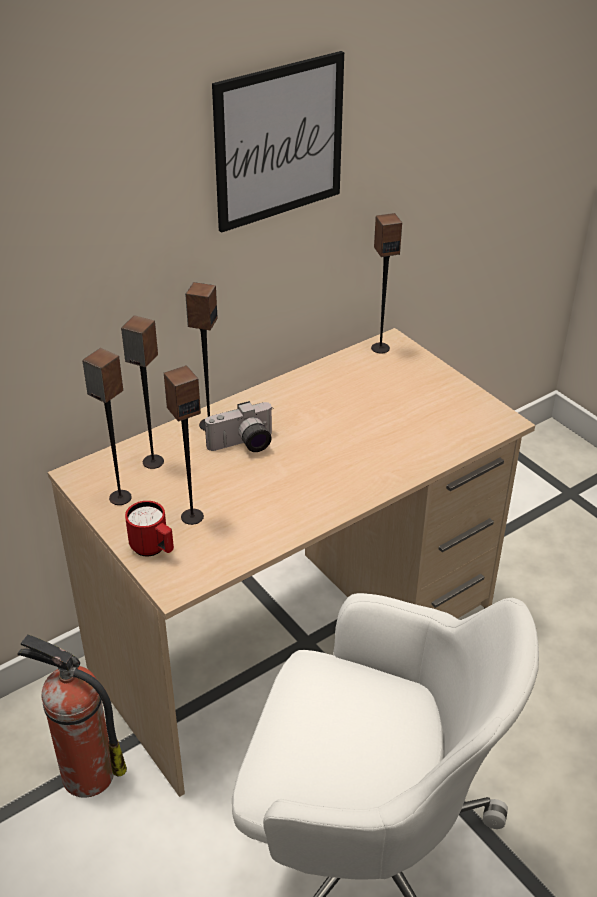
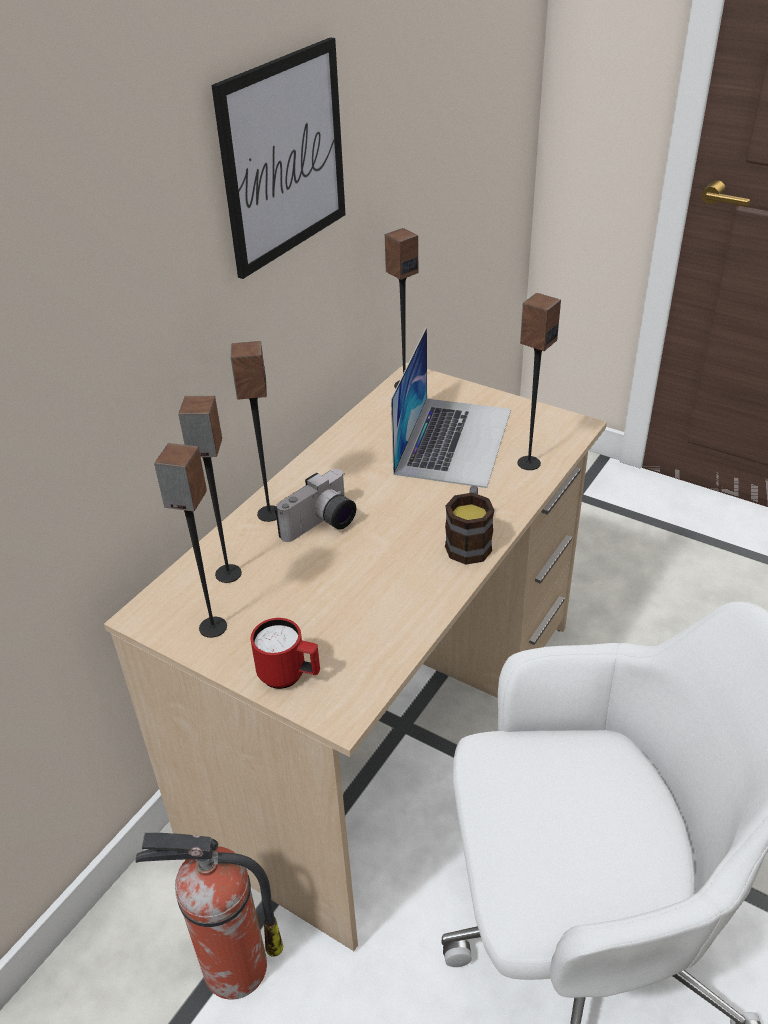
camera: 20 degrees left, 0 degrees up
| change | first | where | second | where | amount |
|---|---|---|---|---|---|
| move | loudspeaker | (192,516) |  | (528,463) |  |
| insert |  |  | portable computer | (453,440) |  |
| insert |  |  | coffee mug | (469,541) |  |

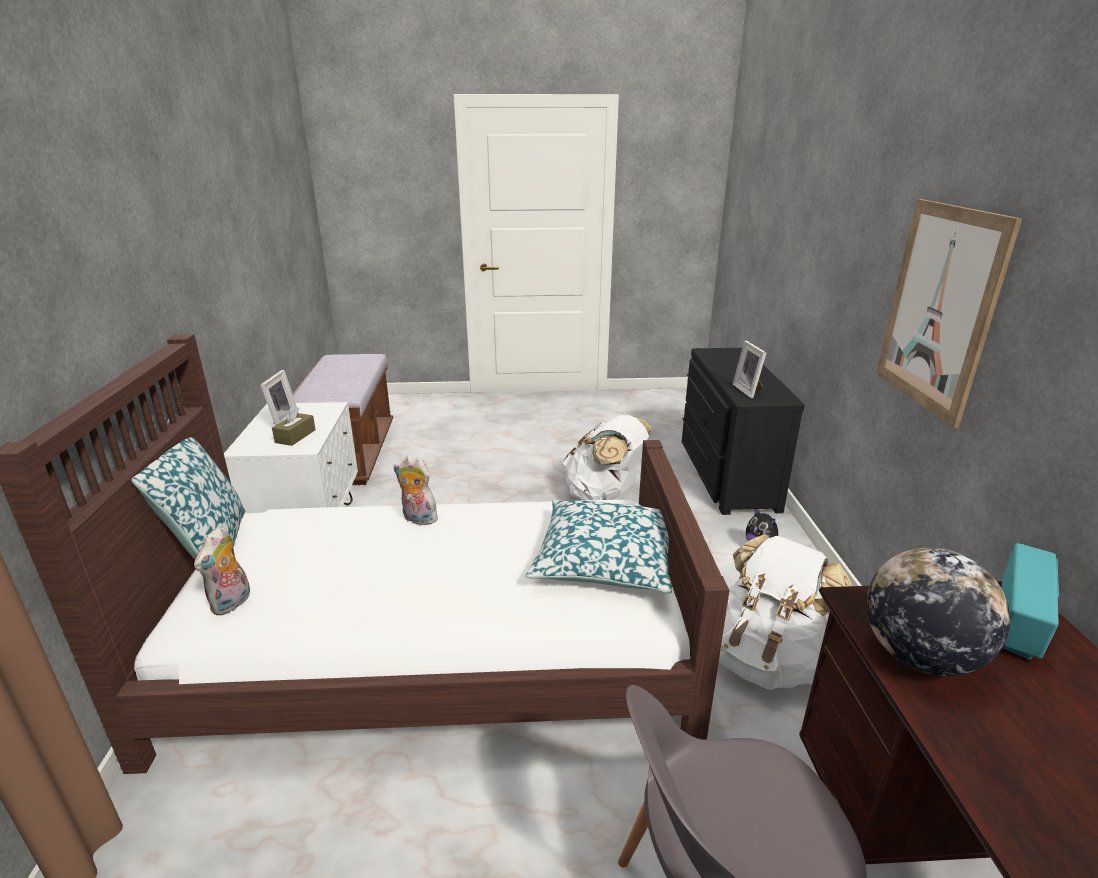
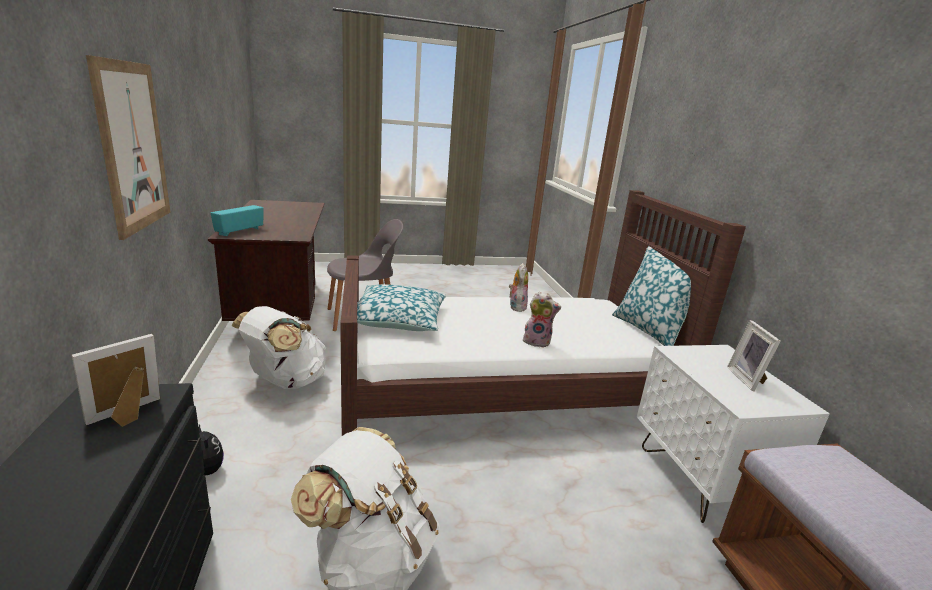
camera: 170 degrees right, 5 degrees down
| change | first | where | second | where | amount |
|---|---|---|---|---|---|
| rotate | photo frame | (749,390) |  | (128,415) | 120 degrees counterclockwise |
| delete | brown box of tissues | (295,436) |  |  |  |
| move | cuddly toy | (232,603) |  | (516,306) |  |
| delete | world globe | (919,657) |  |  |  |

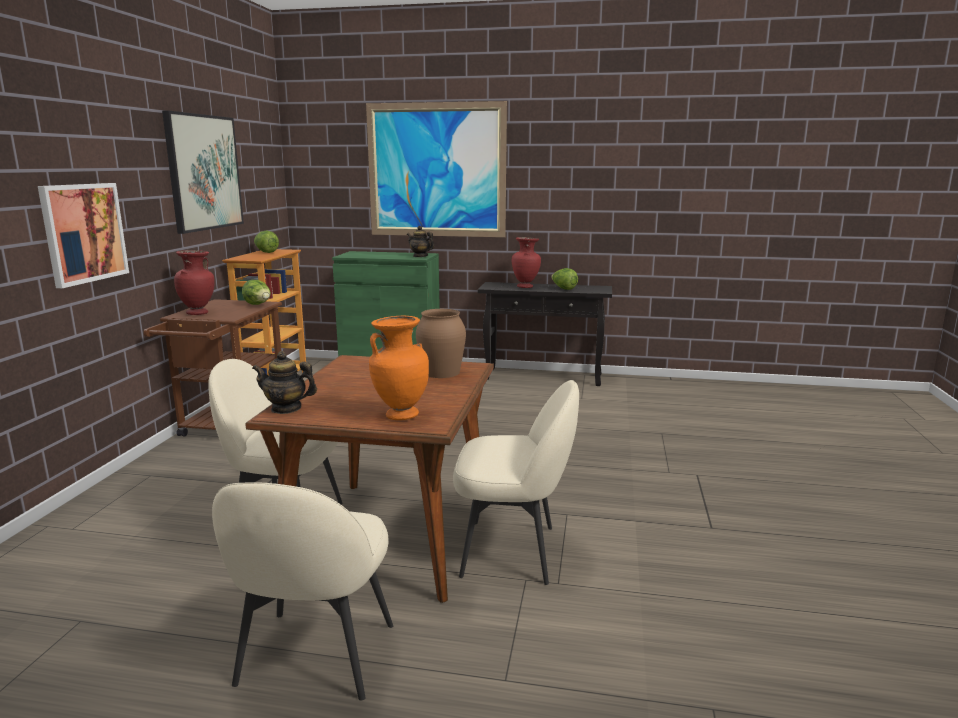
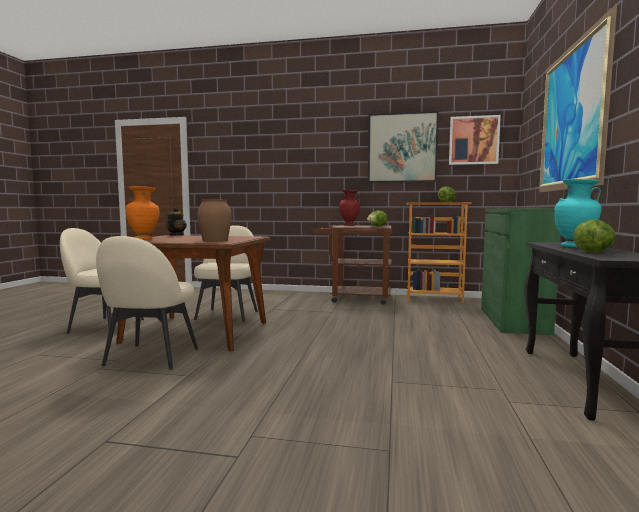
camera: 90 degrees right, 10 degrees down
| change | first | where | second | where | amount |
|---|---|---|---|---|---|
| move | wall picture | (84,233) |  | (473,140) |  |
| delete | teapot | (420,256) |  |  |  |
| recolor | reddish decorative vase | (525,287) | blue-green decorative vase | (574,247) |  |

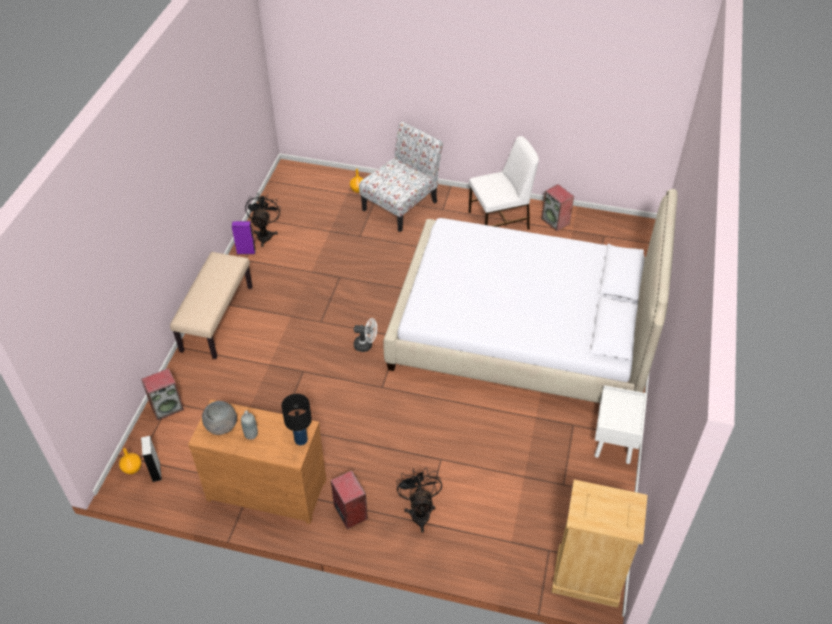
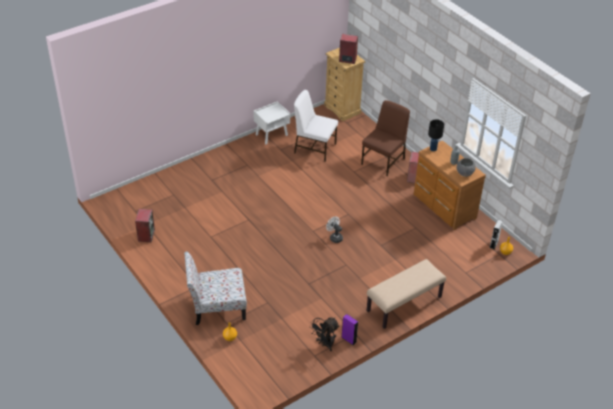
camera: 140 degrees left, 5 degrees down
| change | first | where | second | where | amount |
|---|---|---|---|---|---|
| move | white plain chair | (500,220) |  | (314,148) |  |
| delete | bedroom bed | (523,329) |  |  |  |
| move | loudspeaker | (167,407) |  | (347,59) |  |
| replace | black cooling fan | (420,511) | brown plain chair | (383,161) |  |

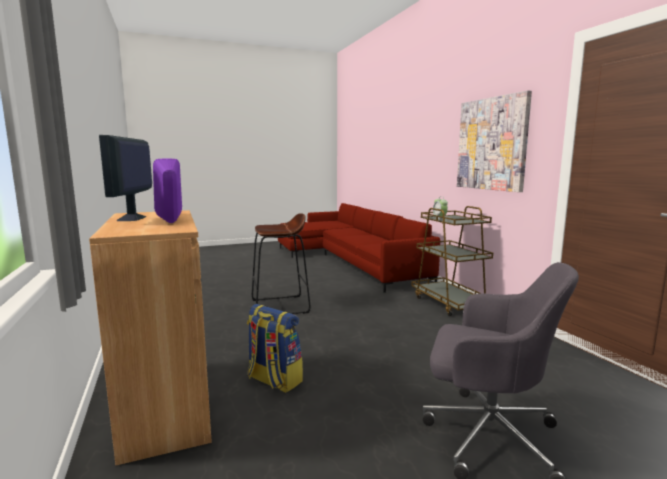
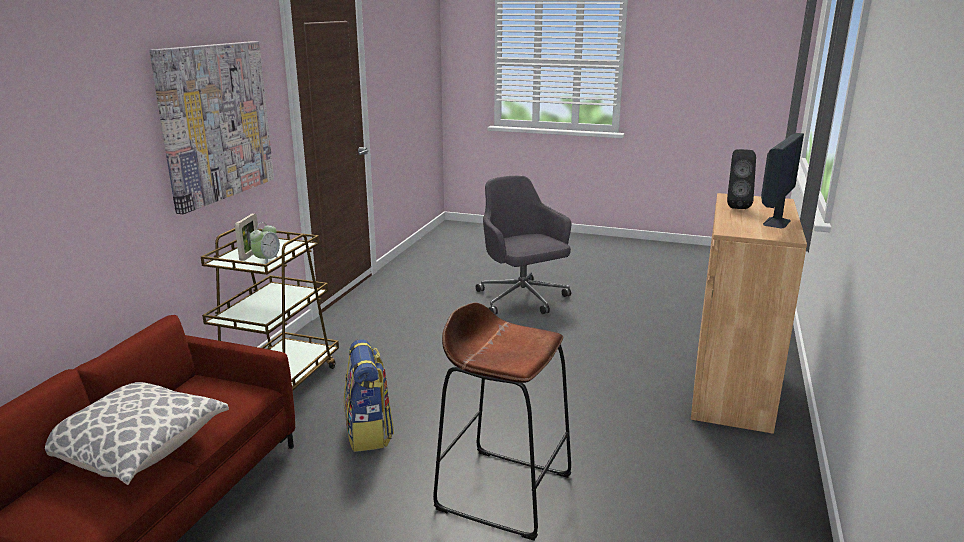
camera: 140 degrees left, 10 degrees up
| change | first | where | second | where | amount |
|---|---|---|---|---|---|
| recolor | purple-coloured loudspeaker | (171,223) | black loudspeaker | (736,206) |  |
| move | rucksack | (273,380) |  | (369,433) |  |
| insert |  |  | photo frame | (250,255) |  |
| insert |  |  | throw pillow | (138,451) |  |

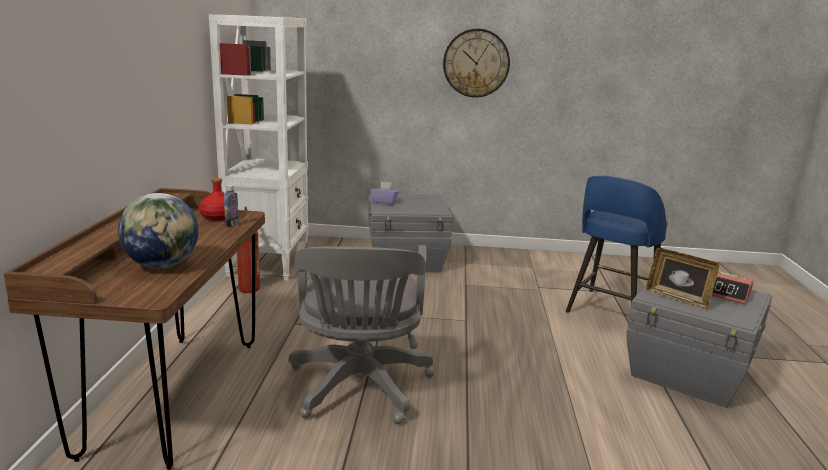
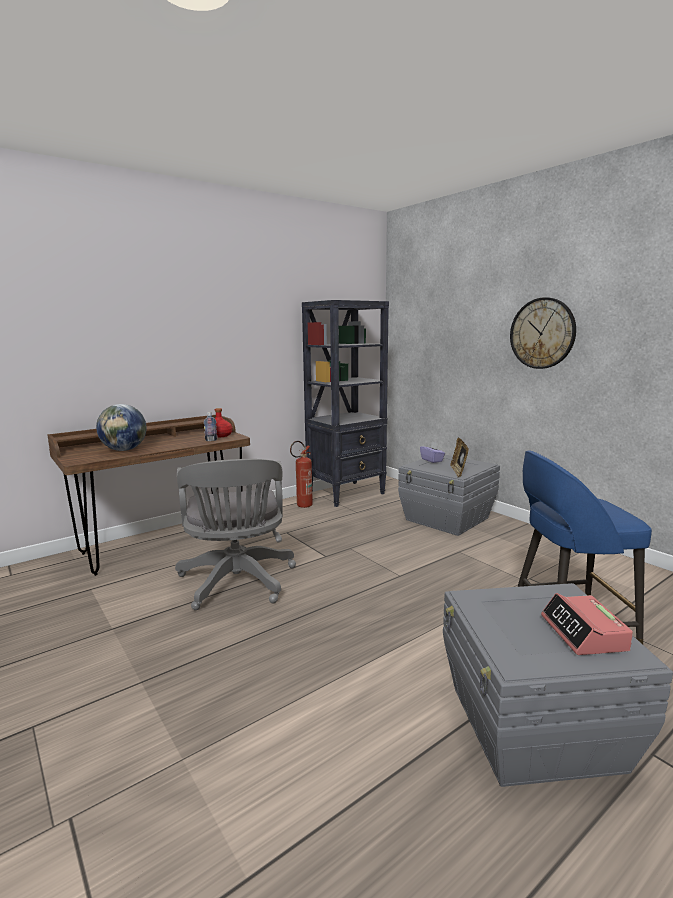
camera: 50 degrees right, 5 degrees down
| change | first | where | second | where | amount |
|---|---|---|---|---|---|
| recolor | white shelving unit | (269,263) | black shelving unit | (347,494) |  |
| rotate | gray office chair | (359,390) |  | (237,584) | 60 degrees counterclockwise |
| move | photo frame | (677,298) |  | (458,472) |  |

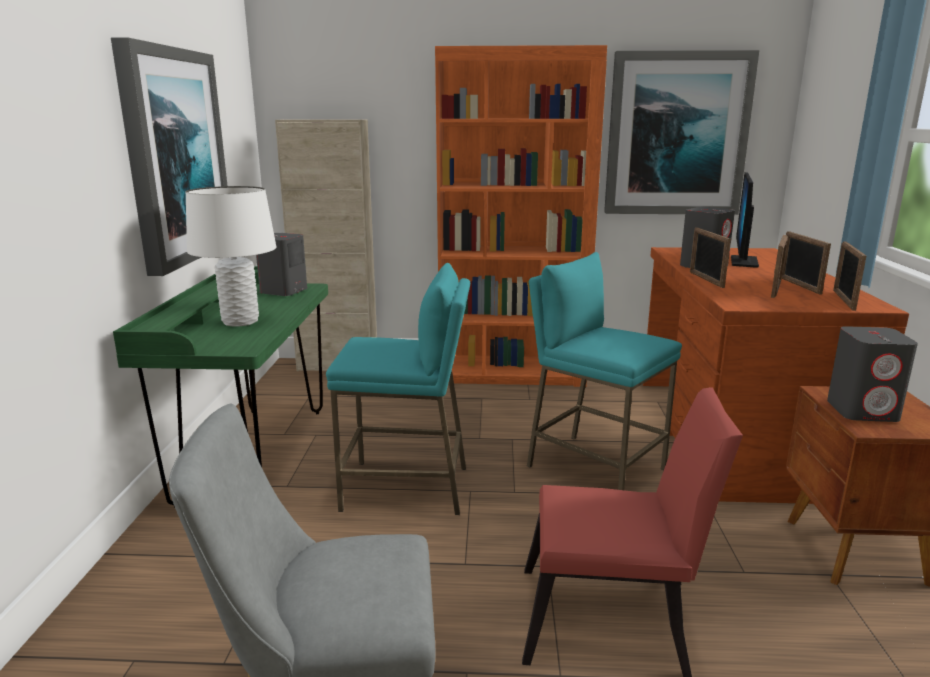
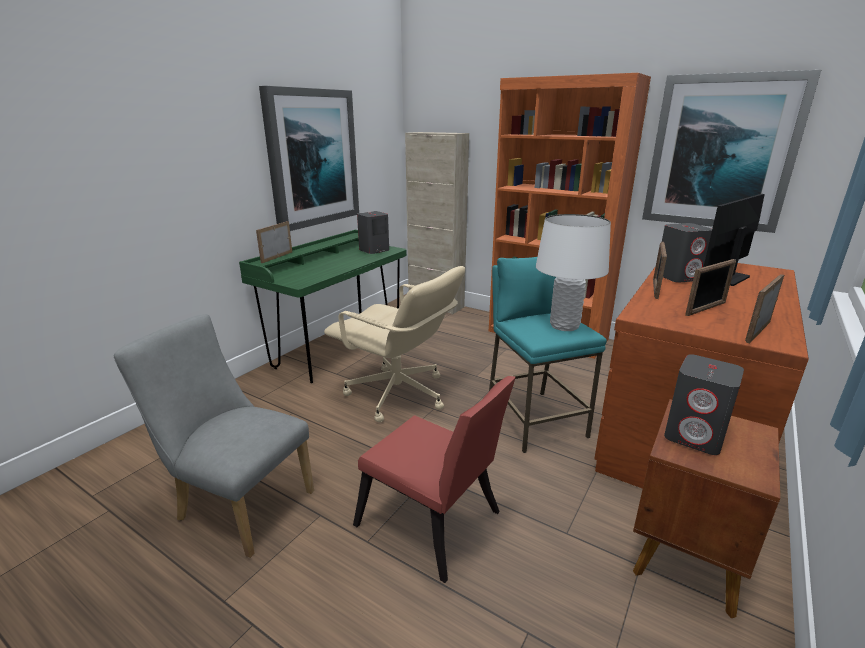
camera: 30 degrees right, 5 degrees up
| change | first | where | second | where | amount |
|---|---|---|---|---|---|
| move | white tabletop lamp | (240,321) |  | (564,326) |  |
| move | photo frame | (799,285) |  | (277,257) |  |
| replace | blue-green stool seat | (406,488) | beige office chair | (398,395) |  |

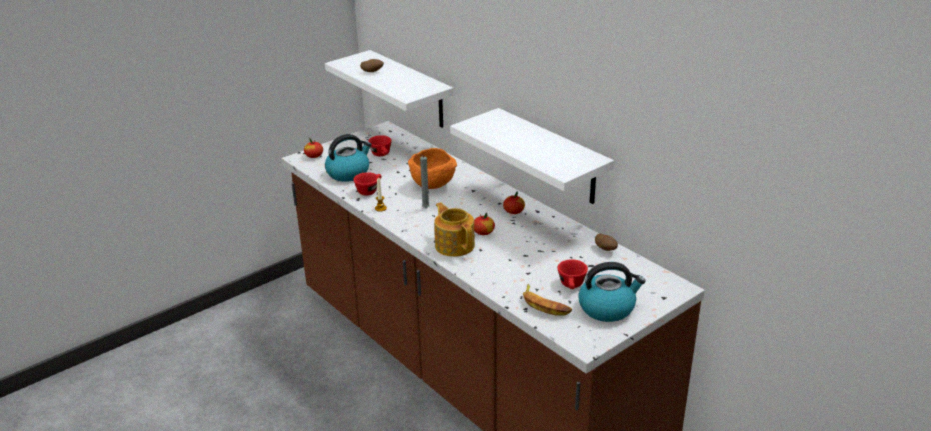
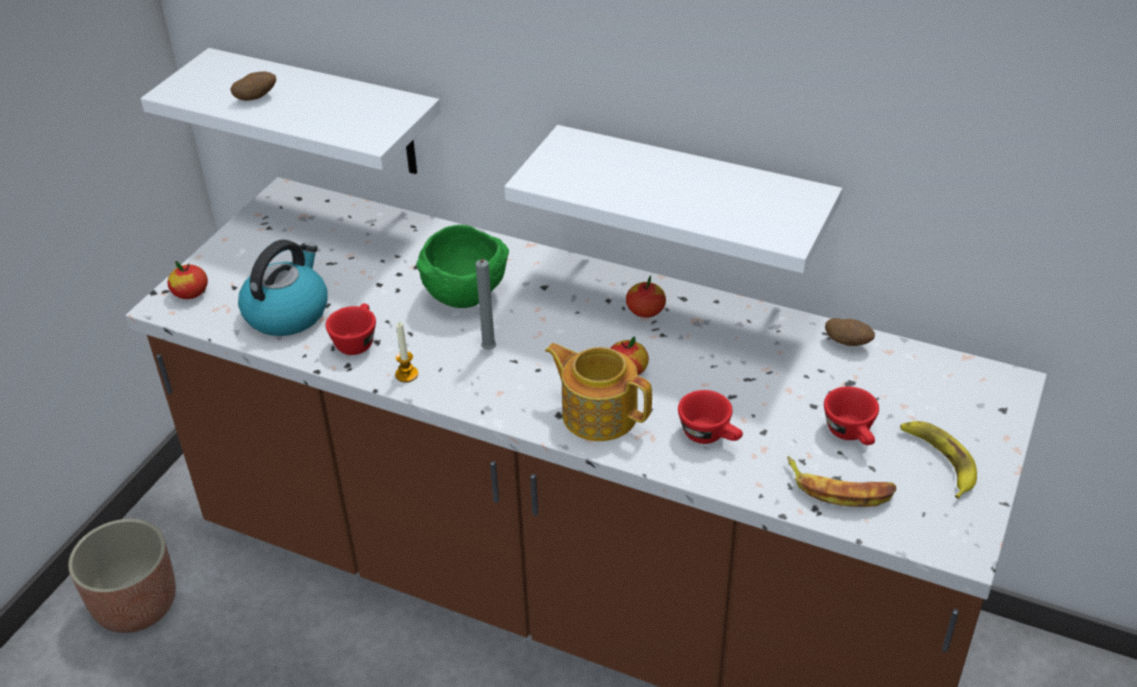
camera: 25 degrees left, 10 degrees up
| change | first | where | second | where | amount |
|---|---|---|---|---|---|
| move | reddish small cup | (382,155) |  | (710,436) |  |
| recolor | orange bowl | (433,185) | greenish bowl | (466,295) |  |
| replace | tea kettle | (607,308) | whole banana | (938,460) |  |
| insert |  |  | flower pot | (137,605) |  |

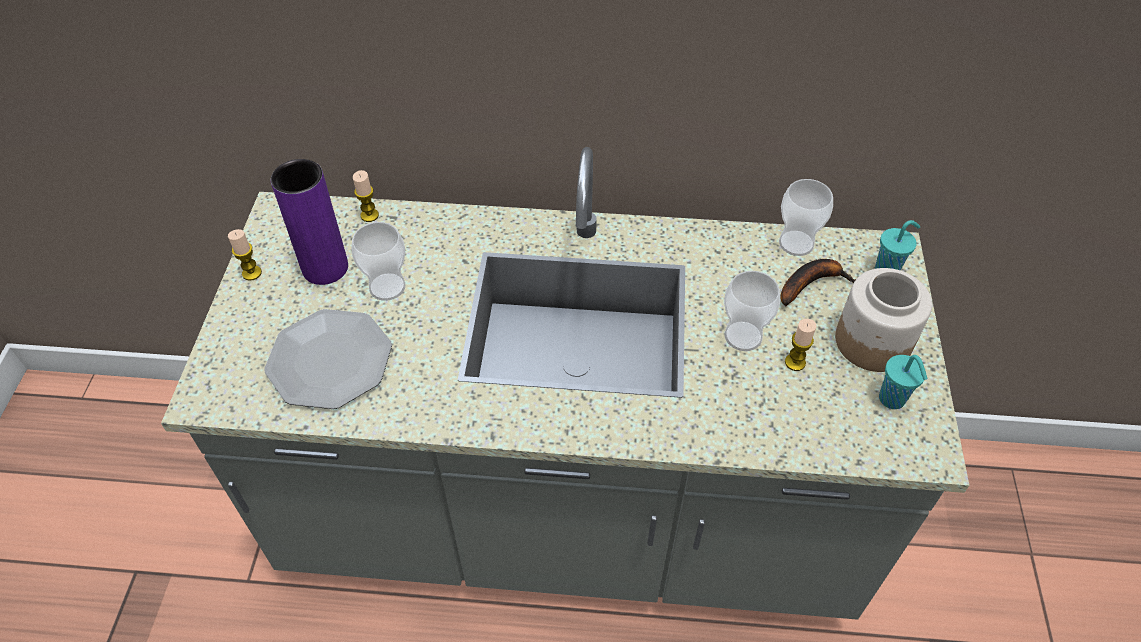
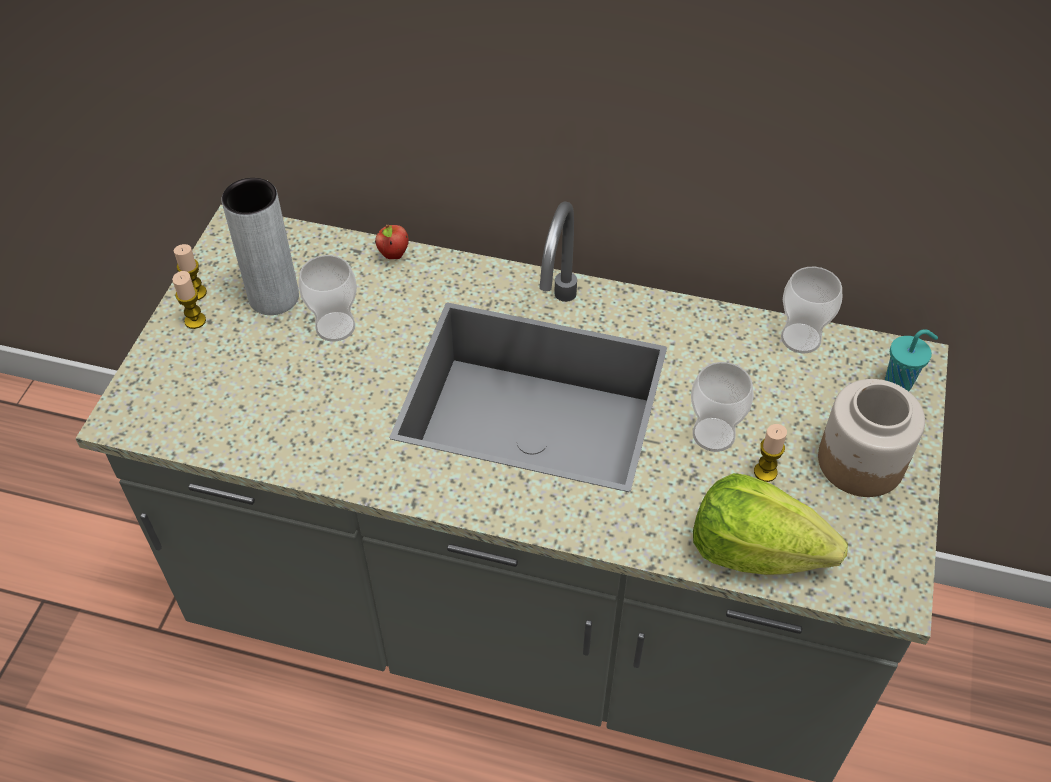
camera: 10 degrees right, 0 degrees up
| change | first | where | second | where | amount |
|---|---|---|---|---|---|
| recolor | purple-coloured decorative vase | (325,268) | gray decorative vase | (274,297) |  |
| move | wax light | (369,215) |  | (195,321) |  |
| delete | whole banana | (812,283) |  |  |  |
| delete | plate | (329,360) |  |  |  |
| delete | blue-green small cup | (893,400) |  |  |  |
| insert |  |  | apple | (394,256) |  |
| insert |  |  | head of lettuce | (755,551) |  |

